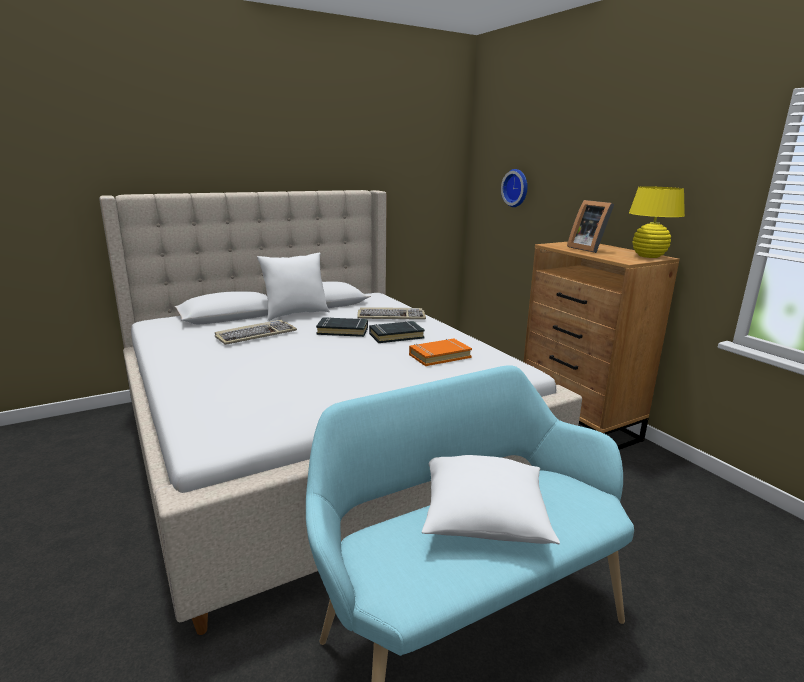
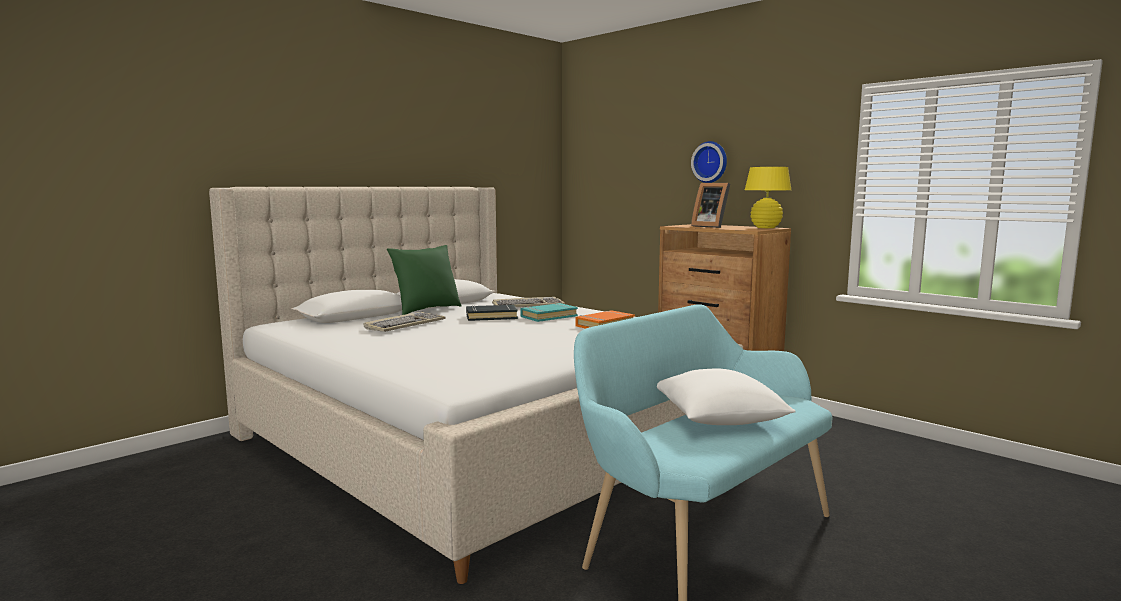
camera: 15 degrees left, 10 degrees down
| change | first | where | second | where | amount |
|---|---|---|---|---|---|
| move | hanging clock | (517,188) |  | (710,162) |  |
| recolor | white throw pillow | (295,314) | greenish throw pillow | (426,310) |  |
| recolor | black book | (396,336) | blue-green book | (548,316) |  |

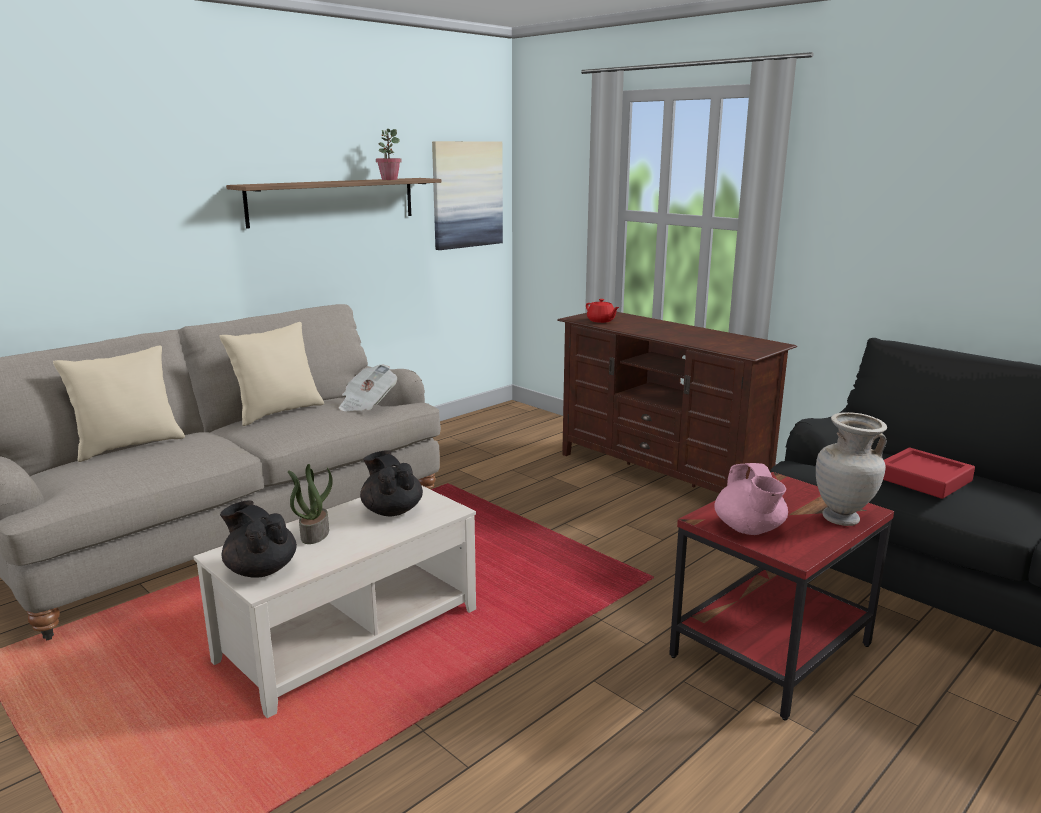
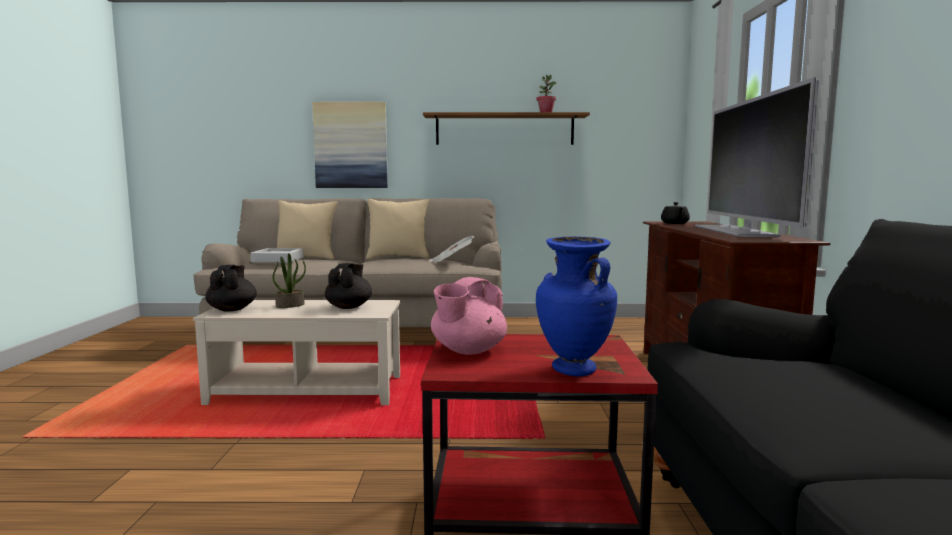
camera: 45 degrees right, 10 degrees down
| change | first | where | second | where | amount |
|---|---|---|---|---|---|
| move | wall picture | (467,194) |  | (351,145) |  |
| recolor | reddish teapot | (601,321) | black teapot | (674,223) |  |
| recolor | beige decorative vase | (842,519) | bluish decorative vase | (573,370) |  |
| delete | reddish serving tray | (923,479) |  |  |  |
| insert |  |  | TV | (736,231) |  |
| insert |  |  | gray serving tray | (278,260) |  |

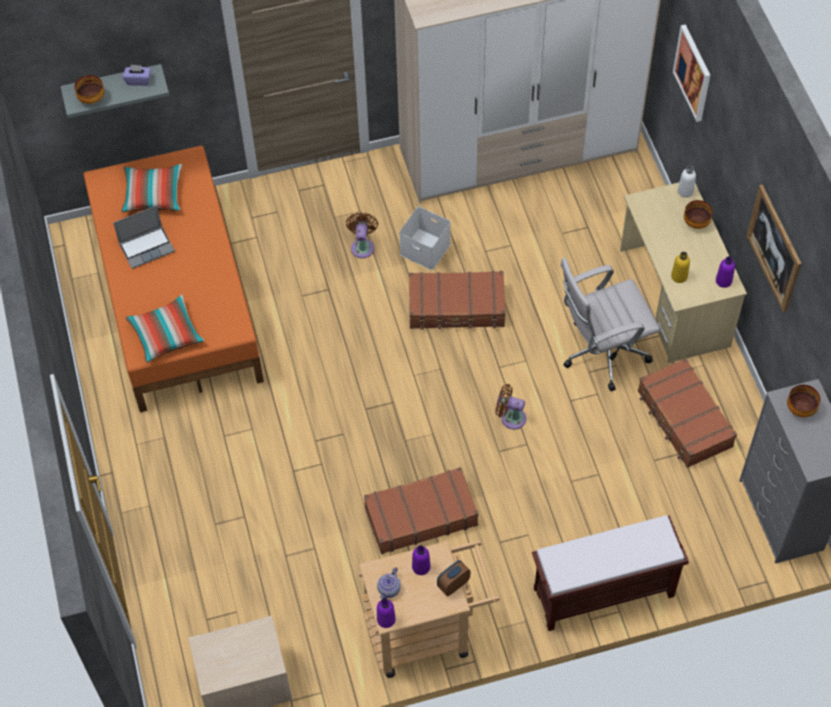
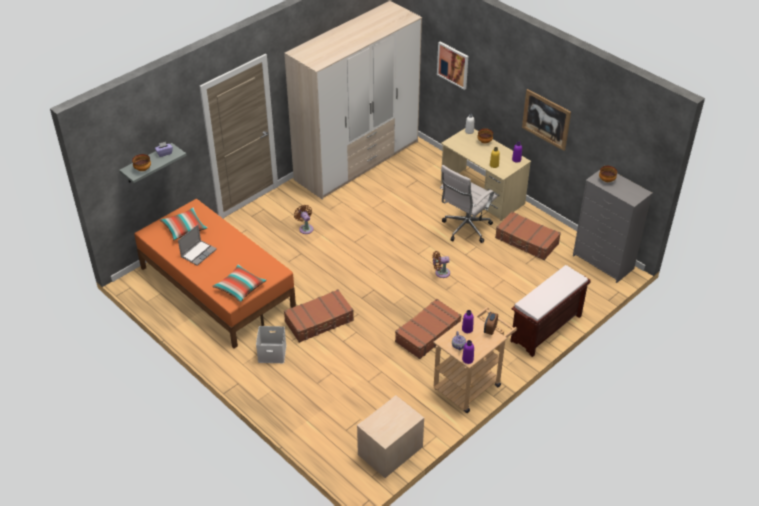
camera: 30 degrees left, 15 degrees down
| change | first | where | second | where | amount |
|---|---|---|---|---|---|
| move | white storage container | (426,249) |  | (273,352) |  |
| move | brown piece of luggage | (457,307) |  | (319,321) |  |

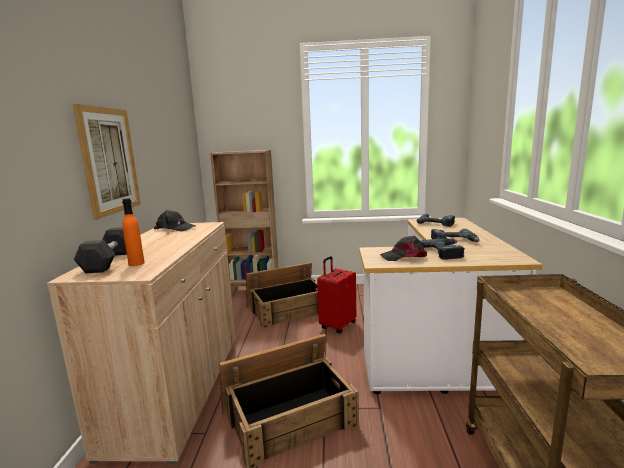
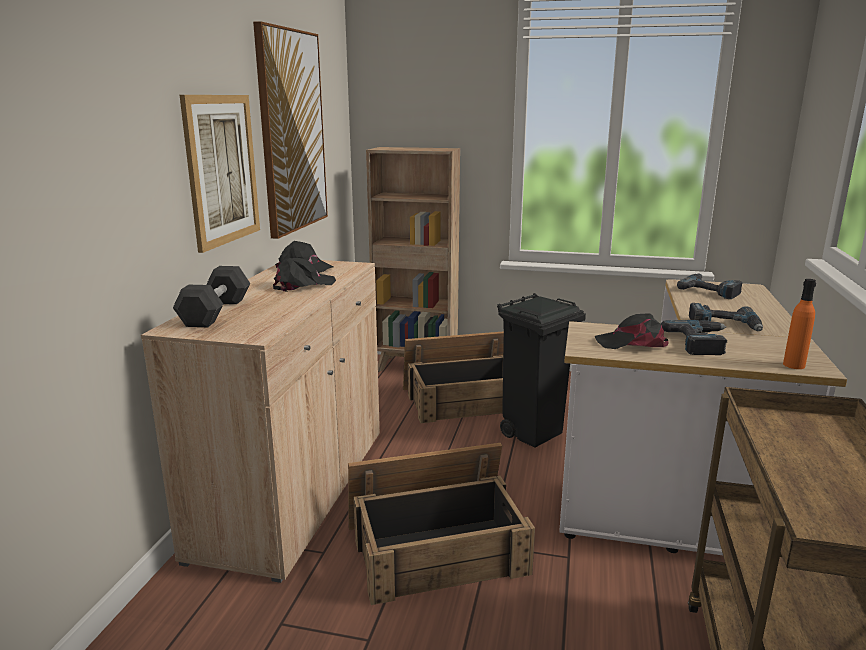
camera: 10 degrees right, 5 degrees up
| change | first | where | second | where | amount |
|---|---|---|---|---|---|
| move | orange bottle | (136,263) |  | (794,365) |  |
| replace | reddish piece of luggage | (337,325) | black trash can | (533,433) |  |
| insert |  |  | wall picture | (291,132) |  |
| insert |  |  | black peaked cap | (303,285) |  |

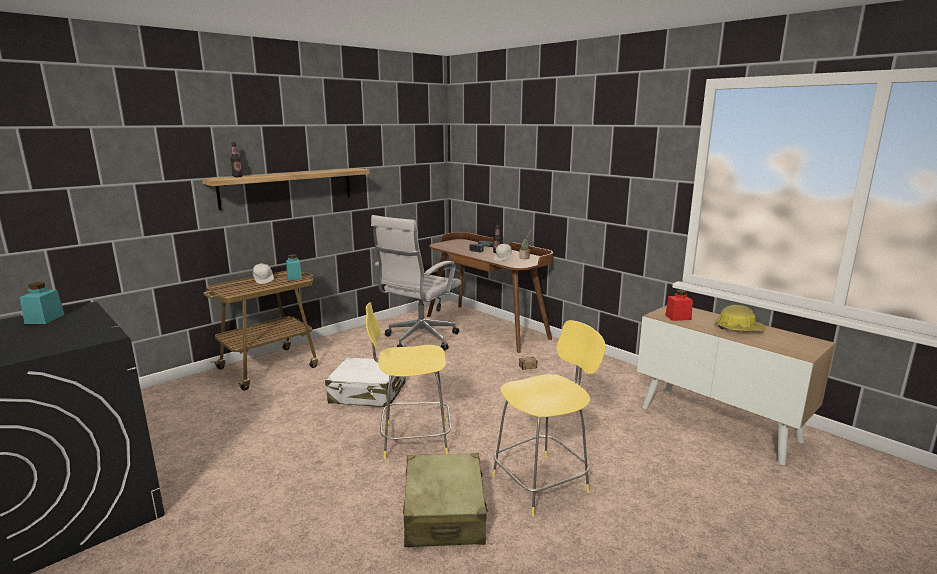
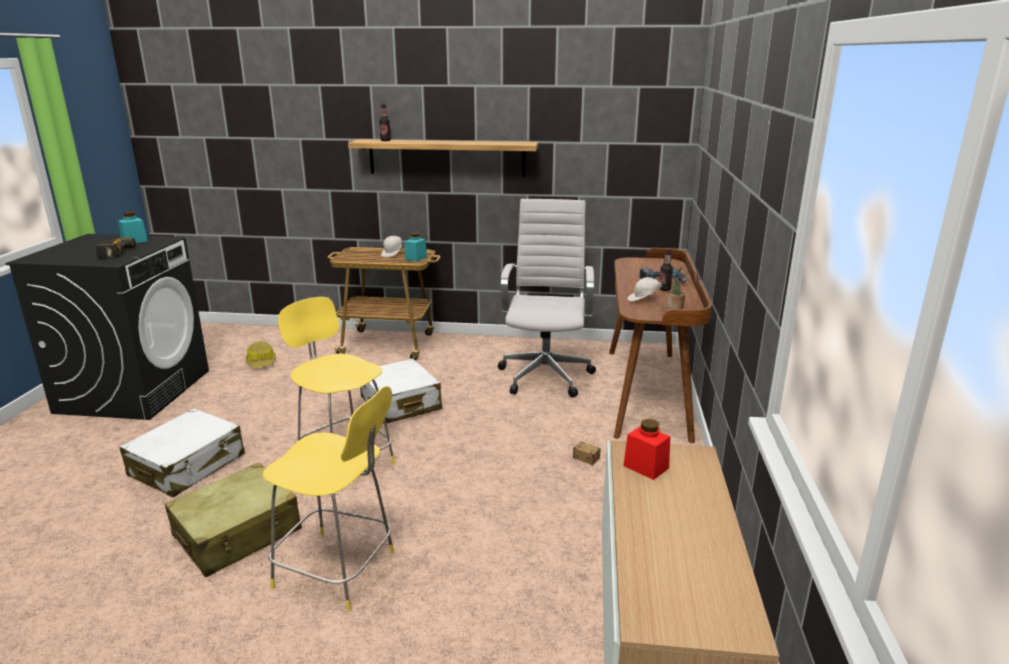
camera: 50 degrees right, 5 degrees up
| change | first | where | second | where | amount |
|---|---|---|---|---|---|
| rotate | white office chair | (419,340) |  | (545,375) | 105 degrees clockwise |
| move | safety helmet | (738,329) |  | (262,362) |  |
| insert |  |  | electric drill | (111,253) |  |
| insert |  |  | white piece of luggage | (188,465) |  |

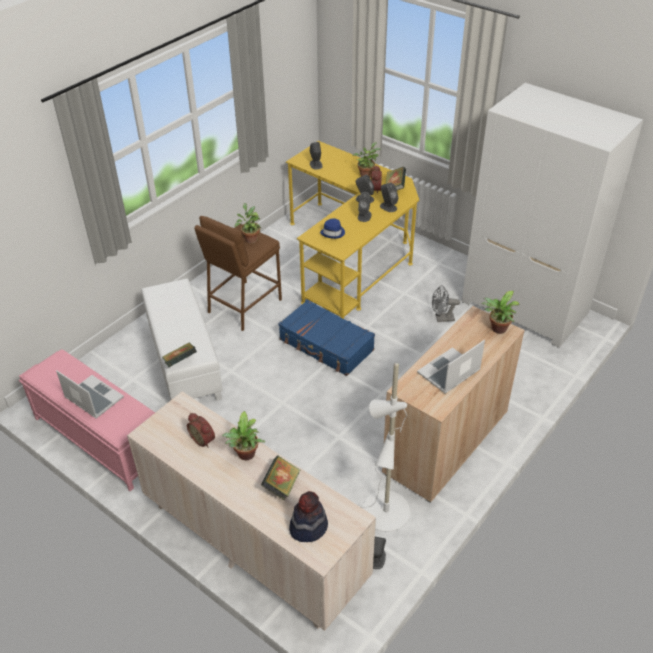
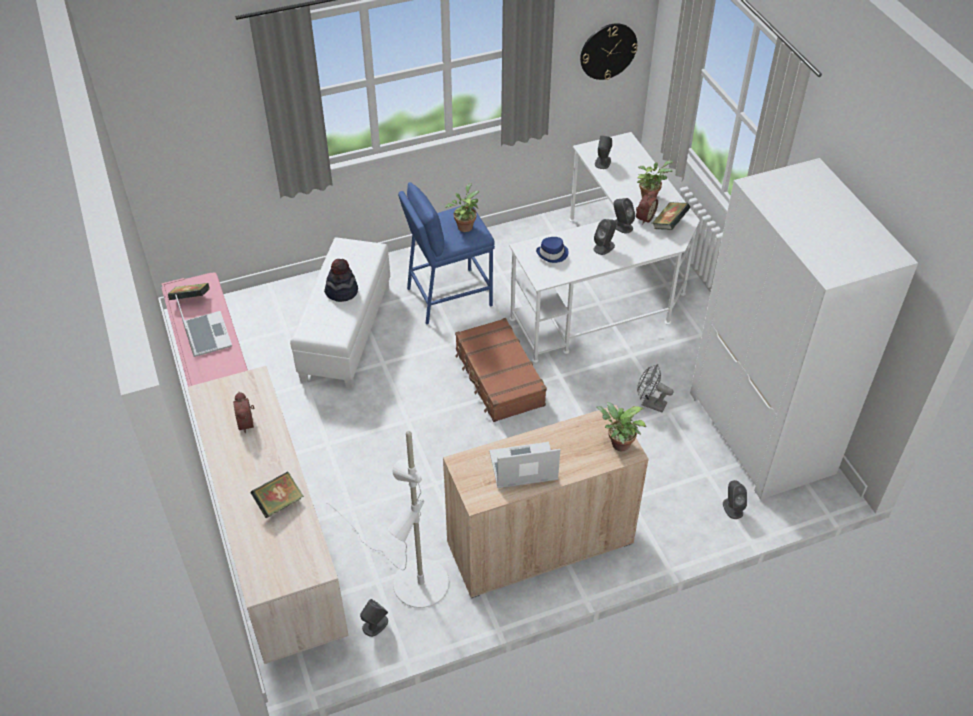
camera: 30 degrees right, 5 degrees up
| change | first | where | second | where | amount |
|---|---|---|---|---|---|
| recolor | yellowish desk unit | (352,257) | white desk unit | (607,286) |  |
| move | gray loudspeaker | (388,207) |  | (732,508) |  |
| recolor | brown stool seat | (244,305) | bluish stool seat | (448,296) |  |
| recolor | bluish piece of luggage | (326,345) | brown piece of luggage | (498,378) |  |
| move | book | (180,362) |  | (191,299) |  |
| delete | potted plant | (246,456) |  |  |  |
| move | hat | (308,527) |  | (341,291) |  |
| insert |  |  | hanging clock | (608,51) |  |

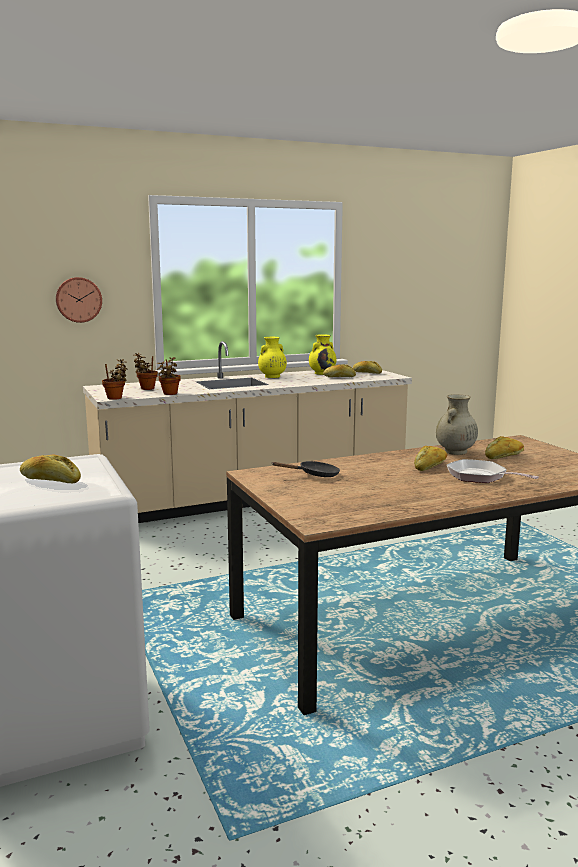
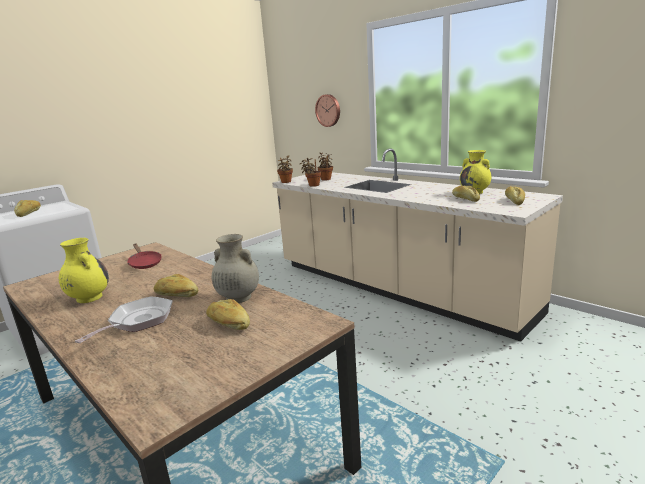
camera: 70 degrees right, 5 degrees up
| change | first | where | second | where | amount |
|---|---|---|---|---|---|
| move | yellowish decorative vase | (272,376) |  | (89,297) |  |
| recolor | black frying pan | (315,475) | reddish frying pan | (144,263) |  |

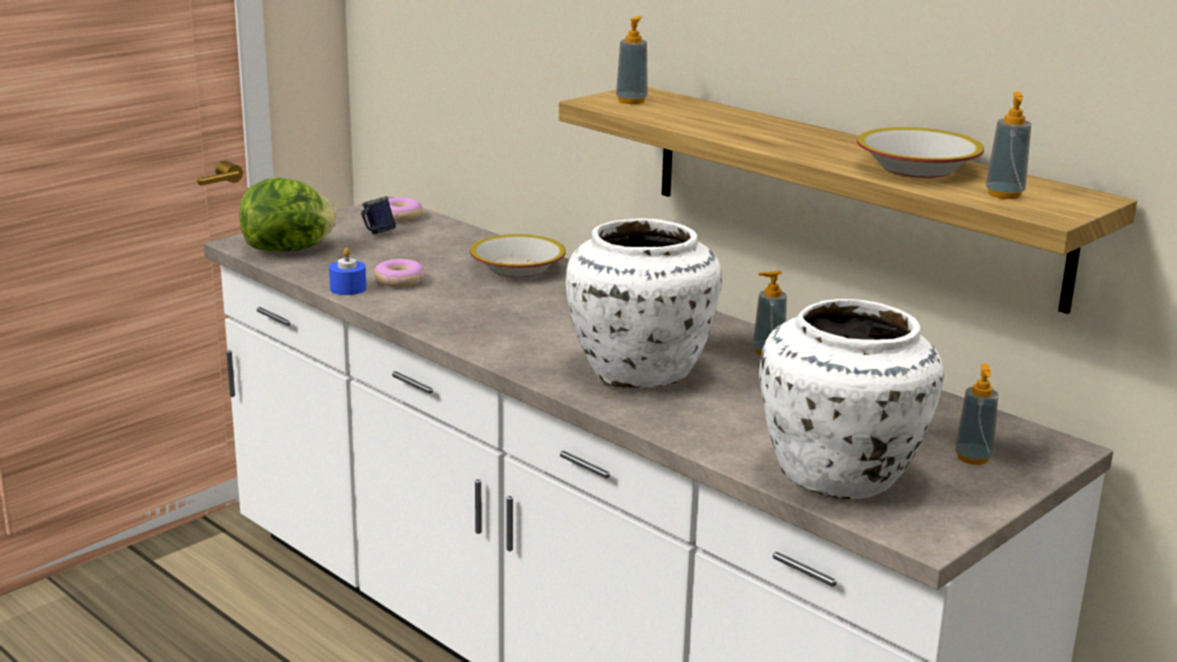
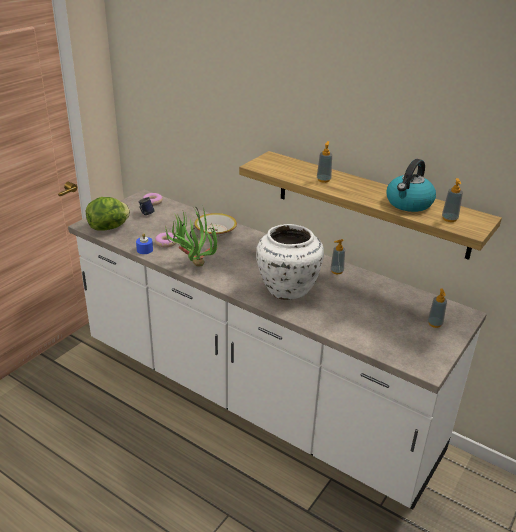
camera: 10 degrees left, 10 degrees up
| change | first | where | second | where | amount |
|---|---|---|---|---|---|
| move | soap bottle | (631,101) |  | (323,180) |  |
| replace | bowl | (918,168) | tea kettle | (409,203) |  |
| delete | white decorative vase | (842,477) |  |  |  |
| insert |  |  | potted plant | (193,264) |  |

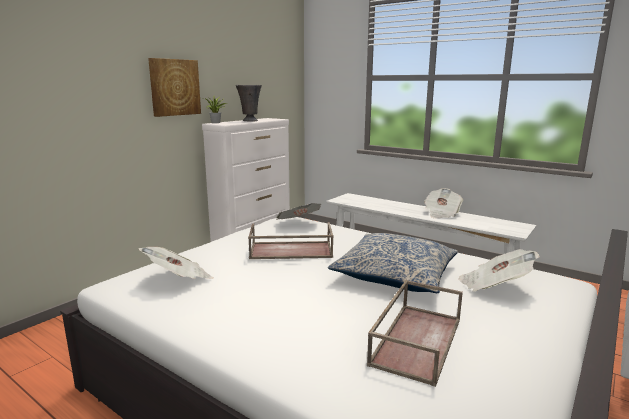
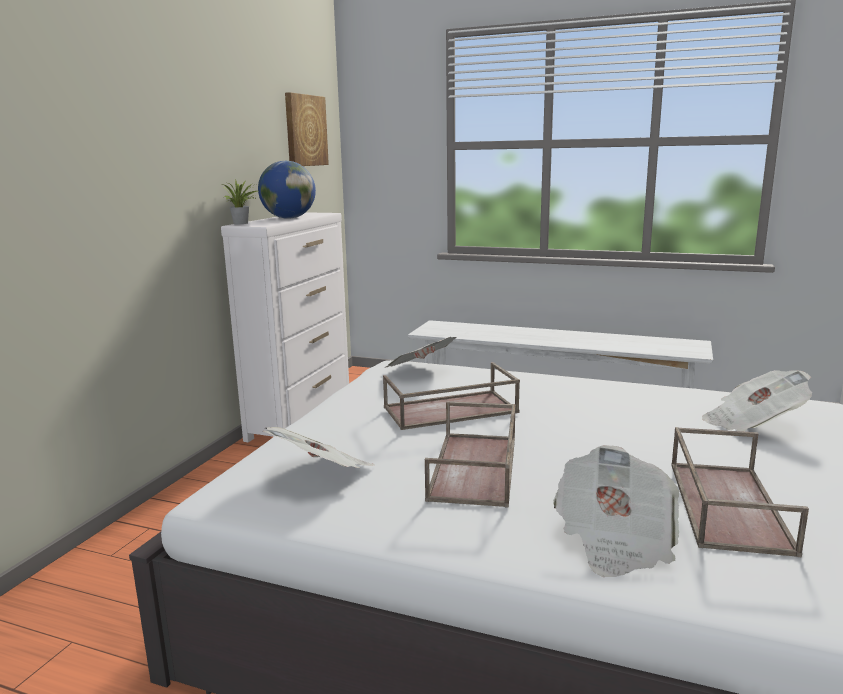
camera: 15 degrees left, 0 degrees up
| change | first | where | second | where | amount |
|---|---|---|---|---|---|
| move | wall picture | (174,87) |  | (305,130) |  |
| replace | gray decorative vase | (249,121) | world globe | (288,218) |  |
| move | daily paper | (441,213) |  | (614,540) |  |
| delete | throw pillow | (395,274) |  |  |  |
| insert |  |  | brown serving tray | (475,468) |  |

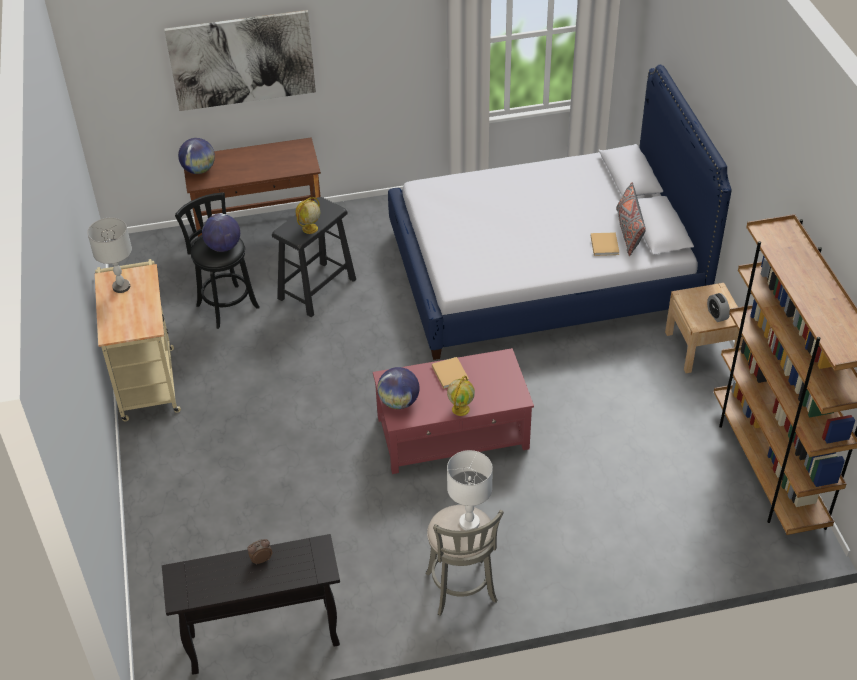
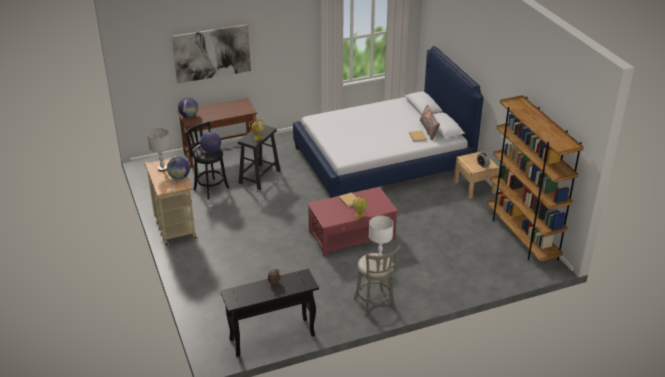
camera: 10 degrees left, 10 degrees down
| change | first | where | second | where | amount |
|---|---|---|---|---|---|
| move | world globe | (399,402) |  | (179,177) |  |

